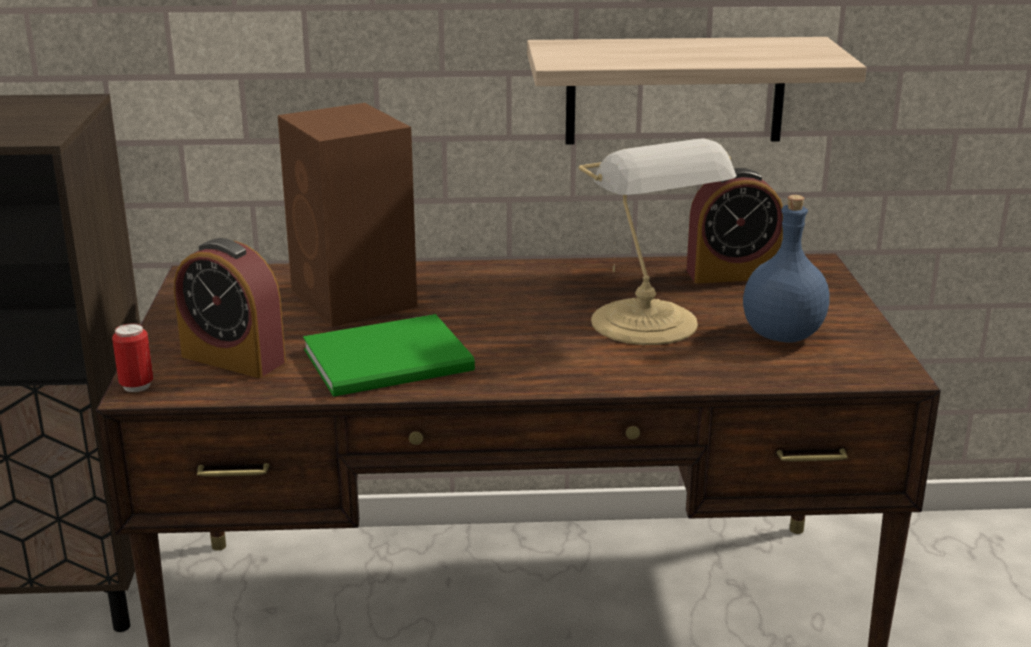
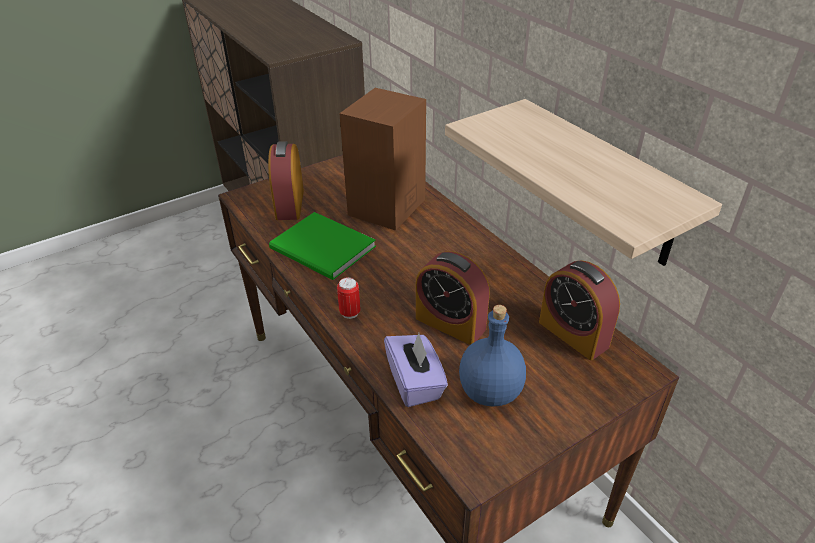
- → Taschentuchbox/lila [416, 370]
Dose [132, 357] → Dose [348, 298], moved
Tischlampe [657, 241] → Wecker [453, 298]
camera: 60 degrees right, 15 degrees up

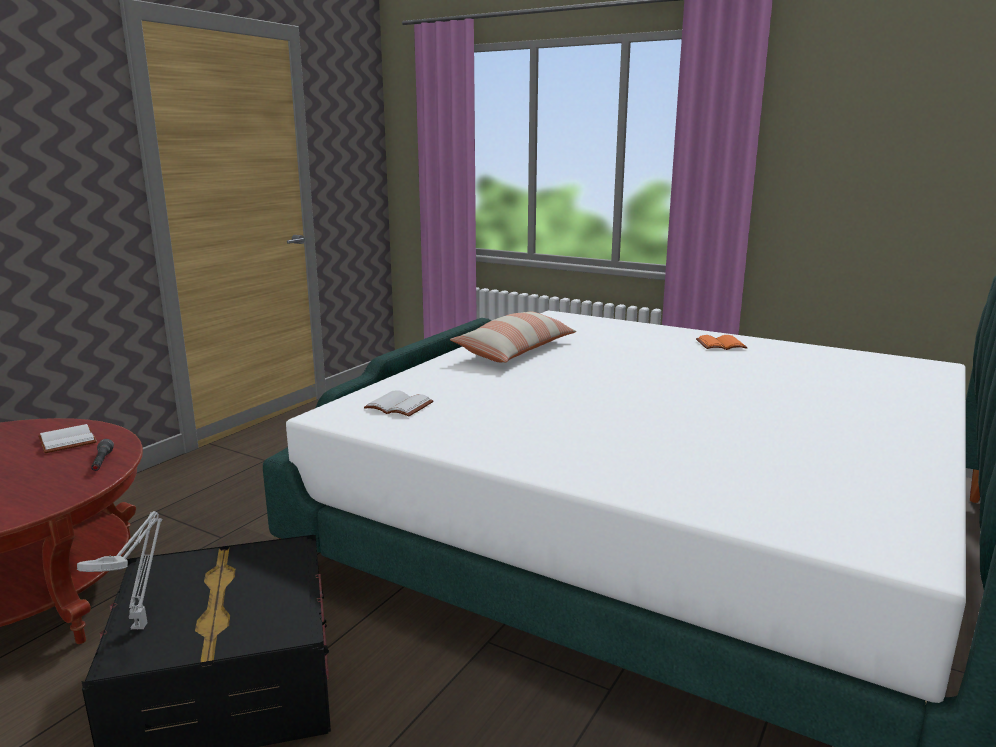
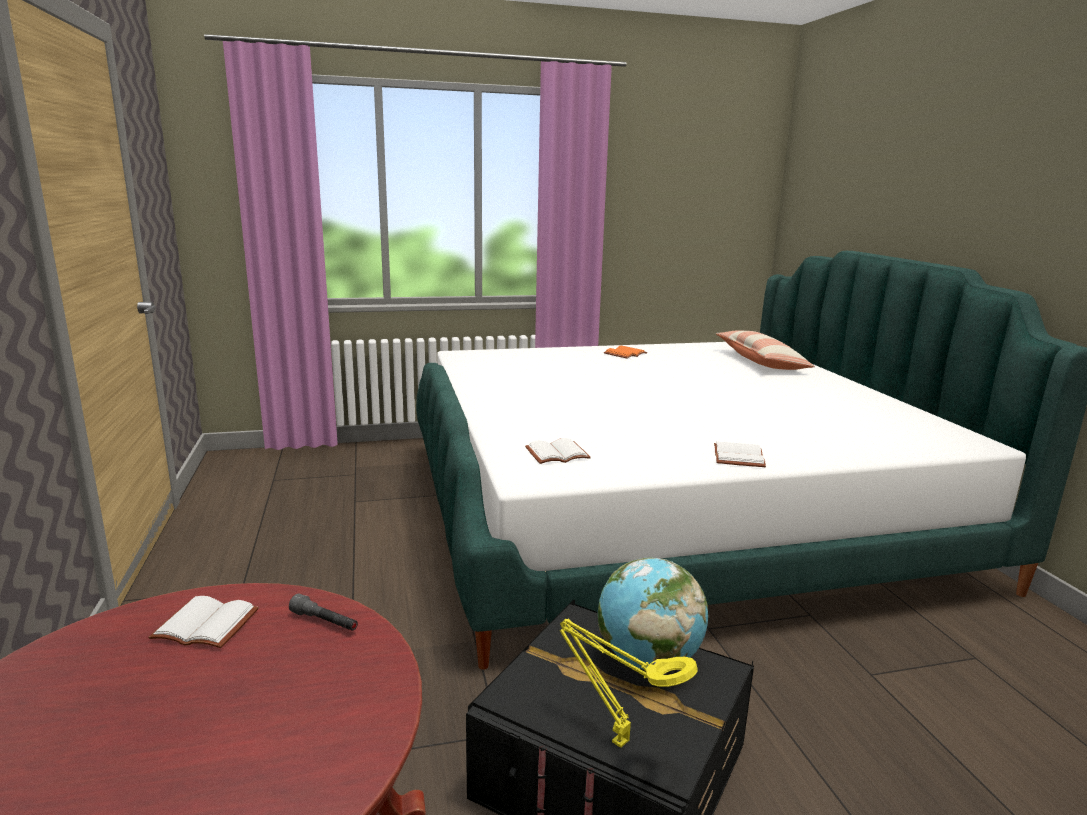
- → Globus [652, 613]
- → Buch/weiß [740, 454]
Kissen [513, 337] → Kissen [765, 350], moved
Tischlampe/grau [120, 570] → Tischlampe/gelb [629, 683]
camera: 45 degrees left, 0 degrees up

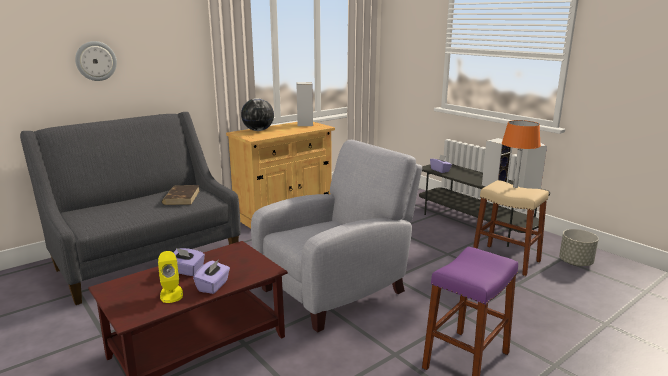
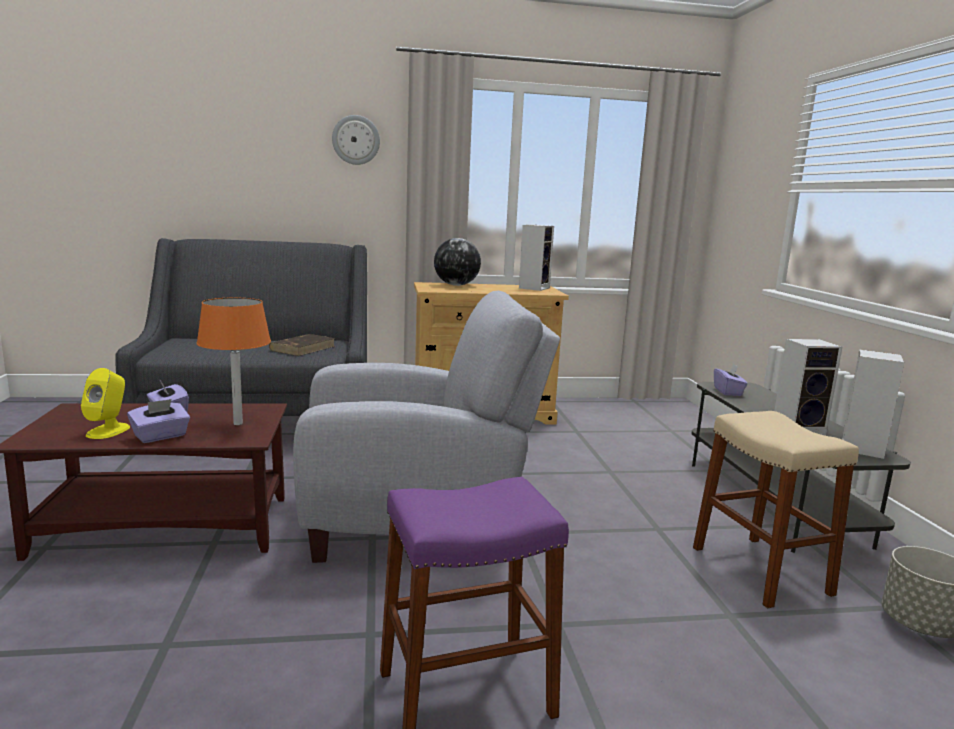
Wanduhr [96, 61] → Wanduhr [356, 140], moved
Tischlampe/orange [521, 154] → Tischlampe/orange [234, 361], moved
camera: 30 degrees right, 5 degrees down

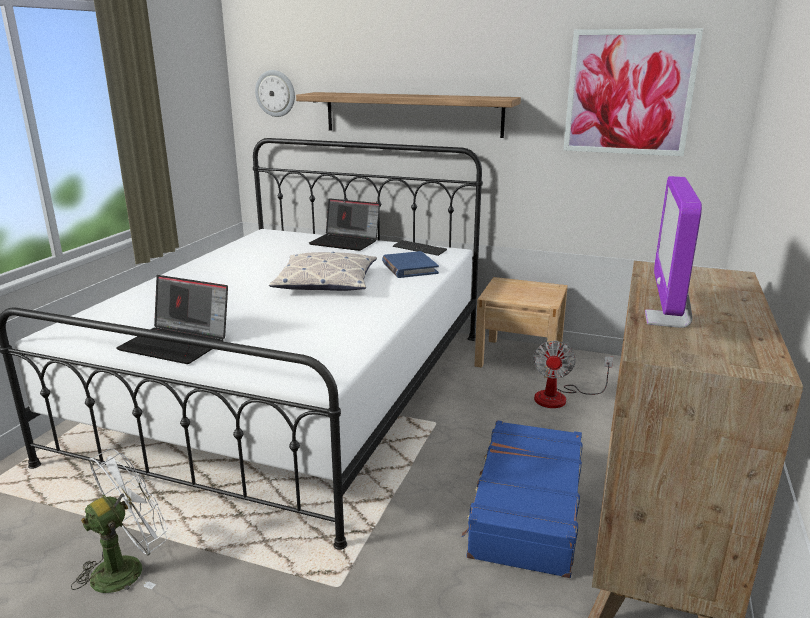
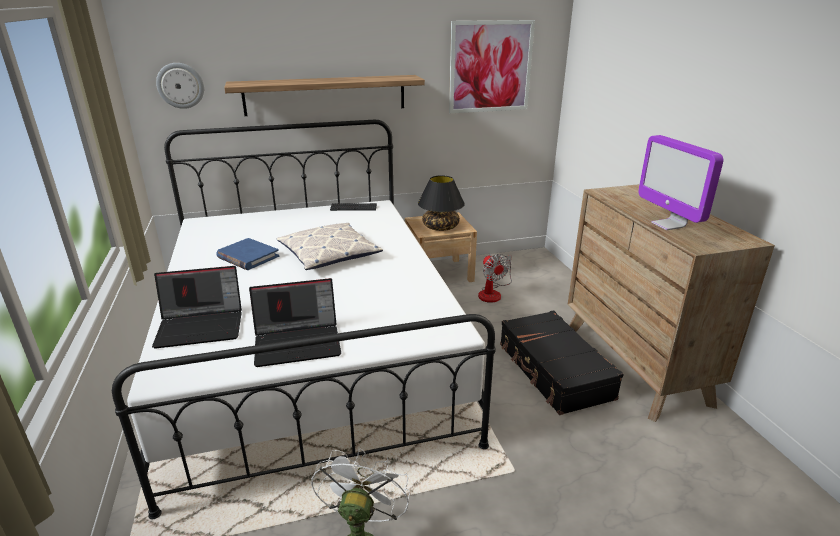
- → Tischlampe/schwarz [441, 203]
Laptop [344, 224] → Laptop [197, 307], moved
Buch/blau [410, 264] → Buch/blau [247, 254], moved
Koffer/blau [522, 499] → Koffer/schwarz [562, 362]
camera: 35 degrees left, 5 degrees up

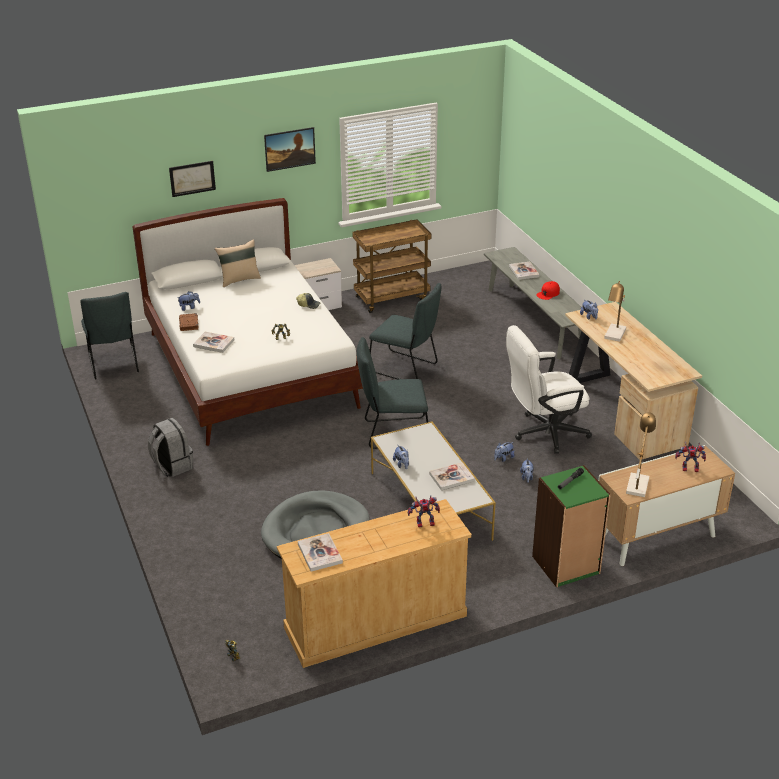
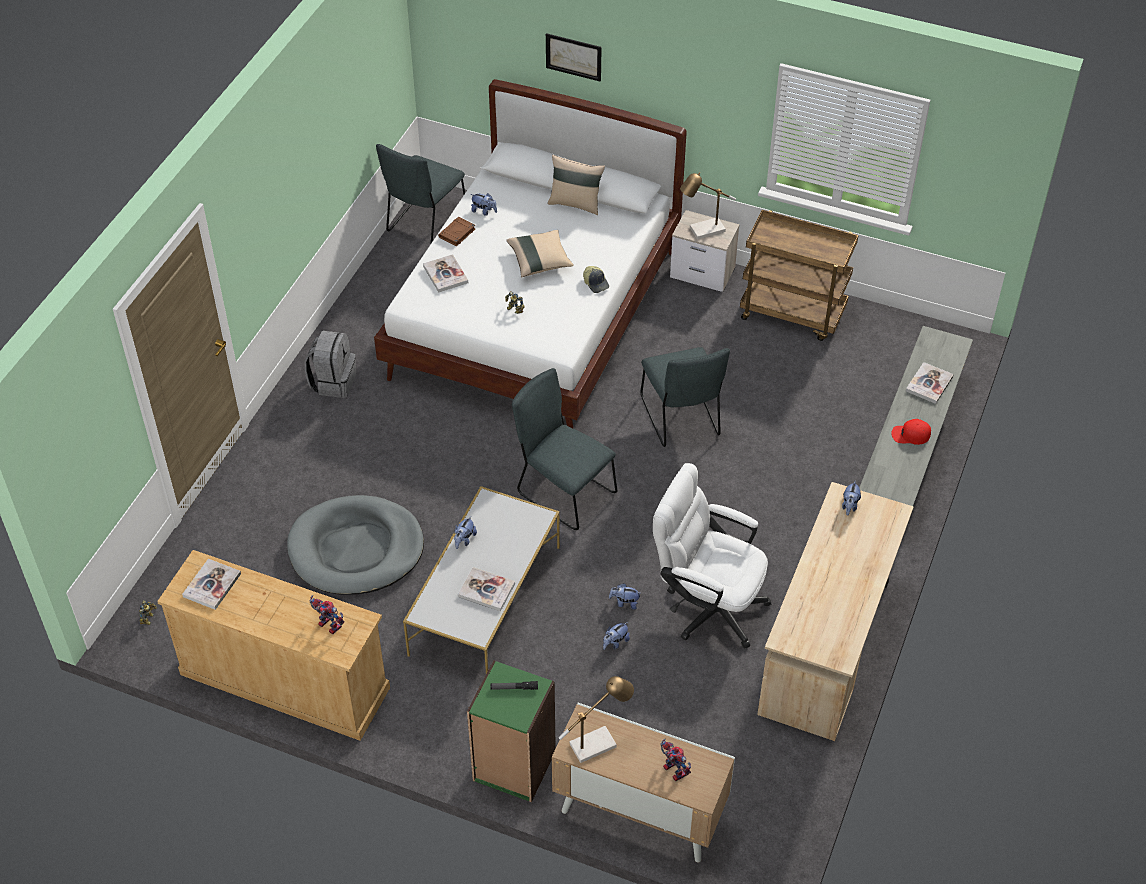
Bild [290, 149] → -
- → Kissen/beige [540, 253]
Tischlampe [615, 311] → Tischlampe [708, 205], moved
camera: 45 degrees right, 15 degrees up

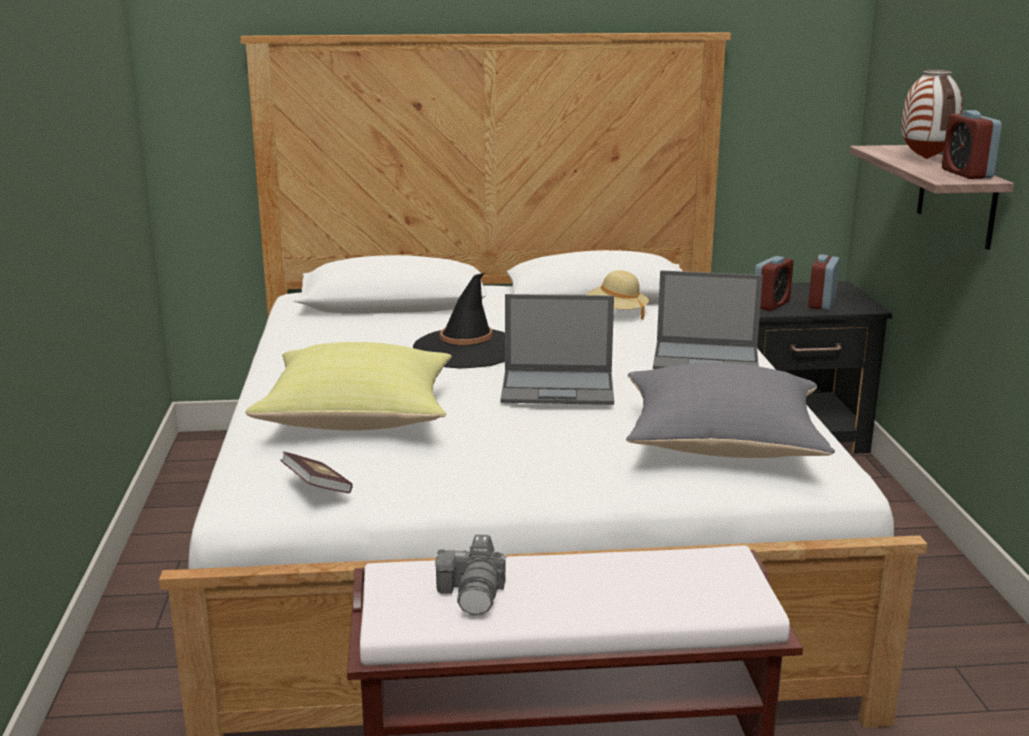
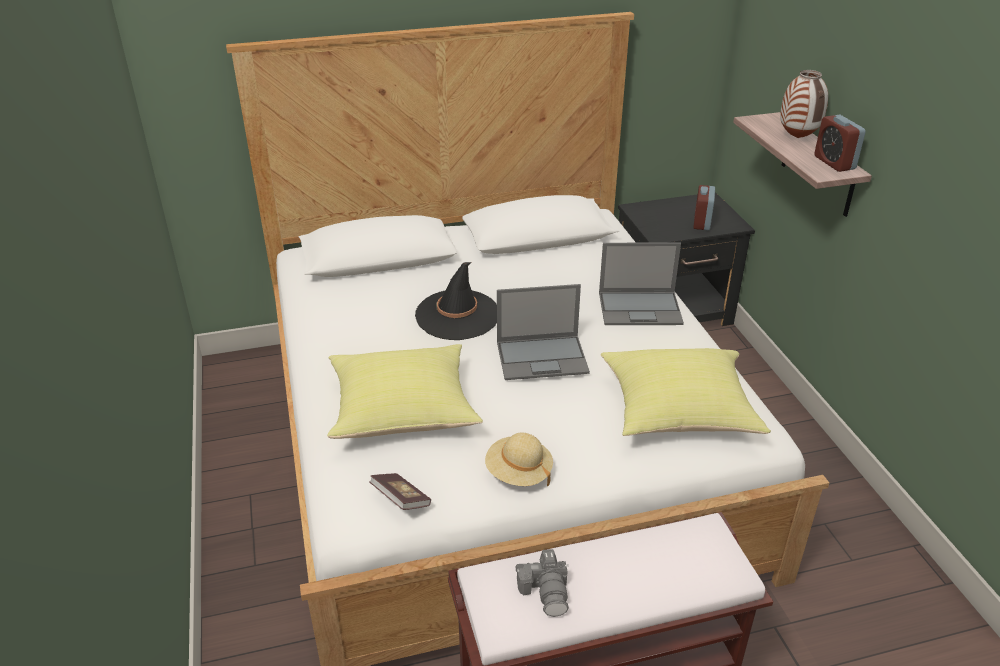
Wecker [774, 283] → -
Hut/beige [617, 295] → Hut/beige [519, 459], moved
Kissen/grau [730, 410] → Kissen/gelb [686, 392]
camera: 10 degrees left, 15 degrees up

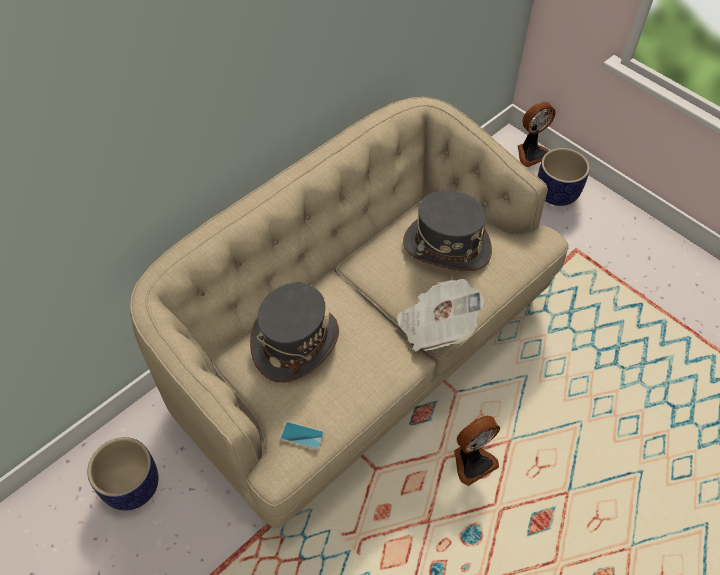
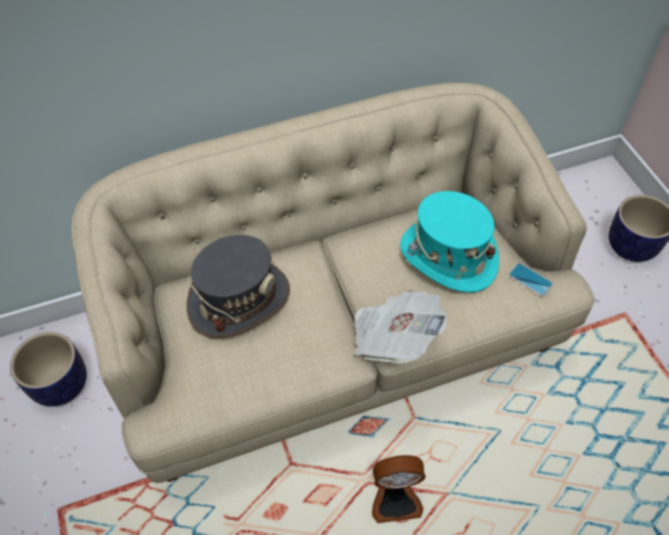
Ventilator [537, 134] → -
Handy [302, 436] → Handy [530, 279], moved
Hut/grau [447, 231] → Hut/türkis [449, 242]
camera: 25 degrees right, 0 degrees up

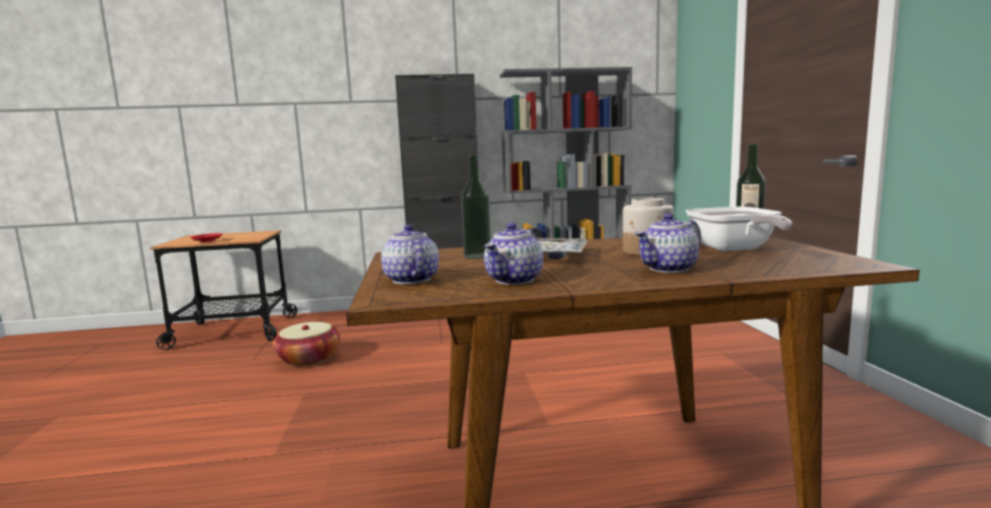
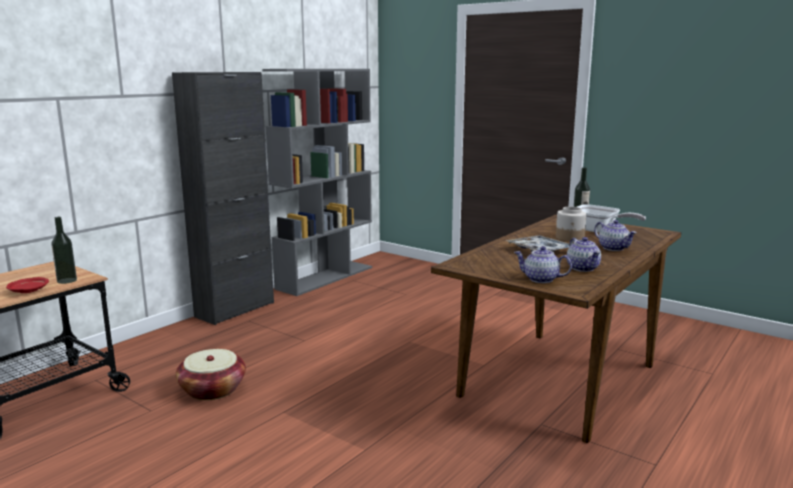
Flasche [476, 207] → Flasche [64, 250], moved
Teekanne [667, 243] → Teekanne [615, 235], 45 degrees counterclockwise
camera: 45 degrees left, 5 degrees up

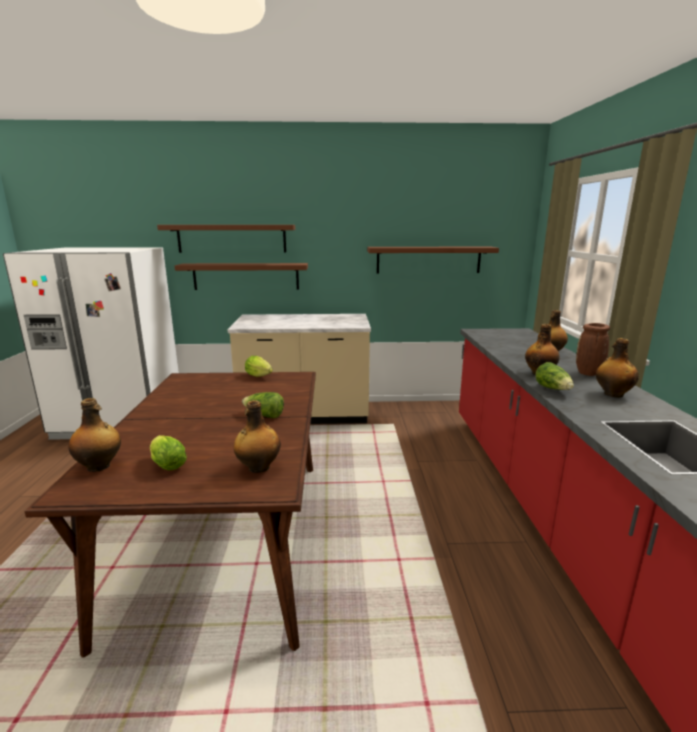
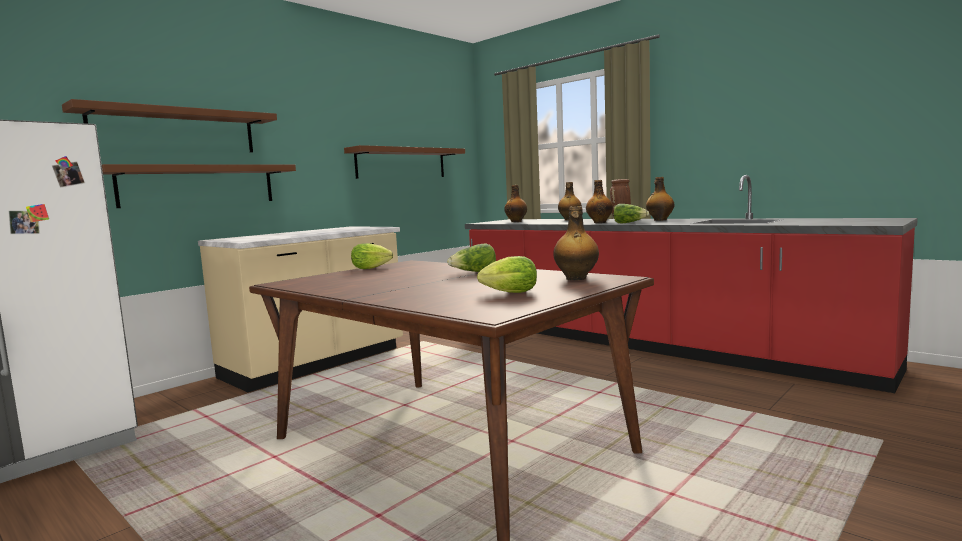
Flasche [94, 435] → Flasche [515, 203], moved
camera: 45 degrees left, 10 degrees down

